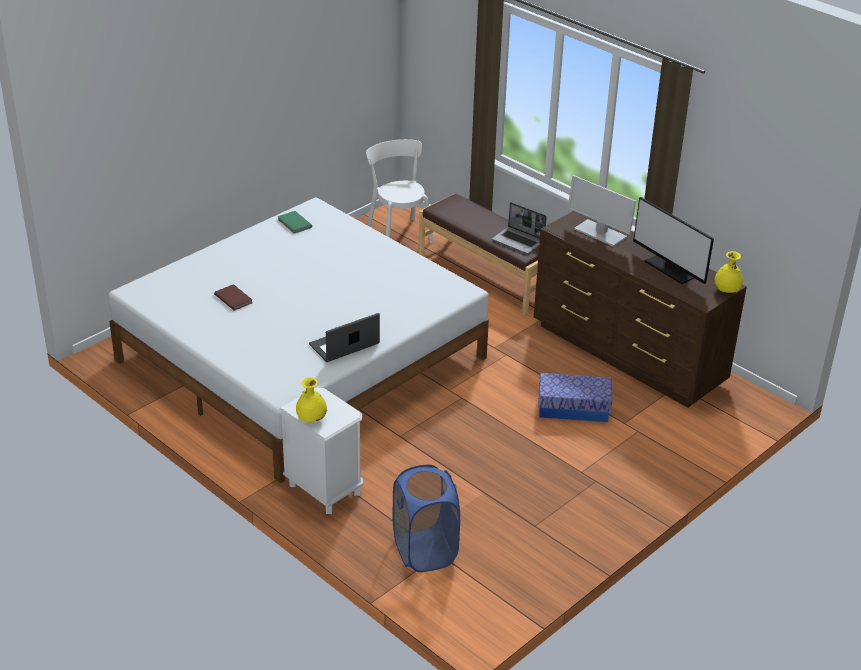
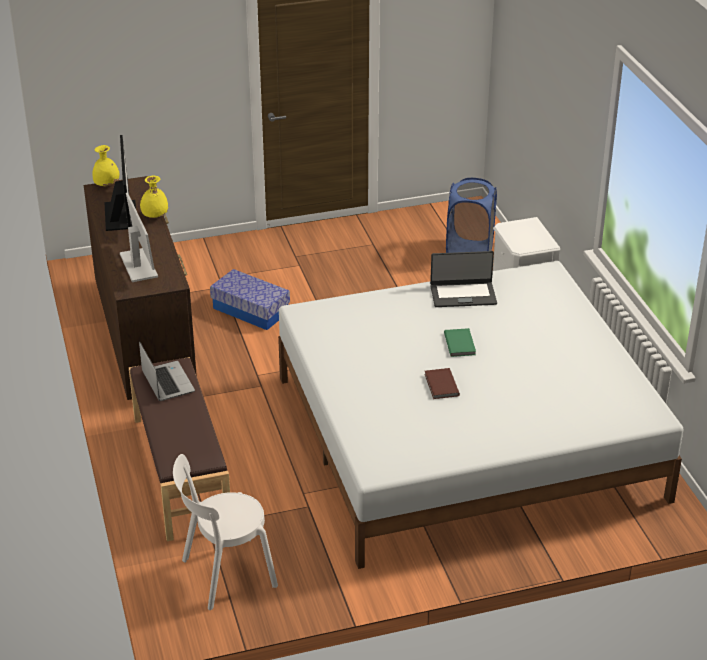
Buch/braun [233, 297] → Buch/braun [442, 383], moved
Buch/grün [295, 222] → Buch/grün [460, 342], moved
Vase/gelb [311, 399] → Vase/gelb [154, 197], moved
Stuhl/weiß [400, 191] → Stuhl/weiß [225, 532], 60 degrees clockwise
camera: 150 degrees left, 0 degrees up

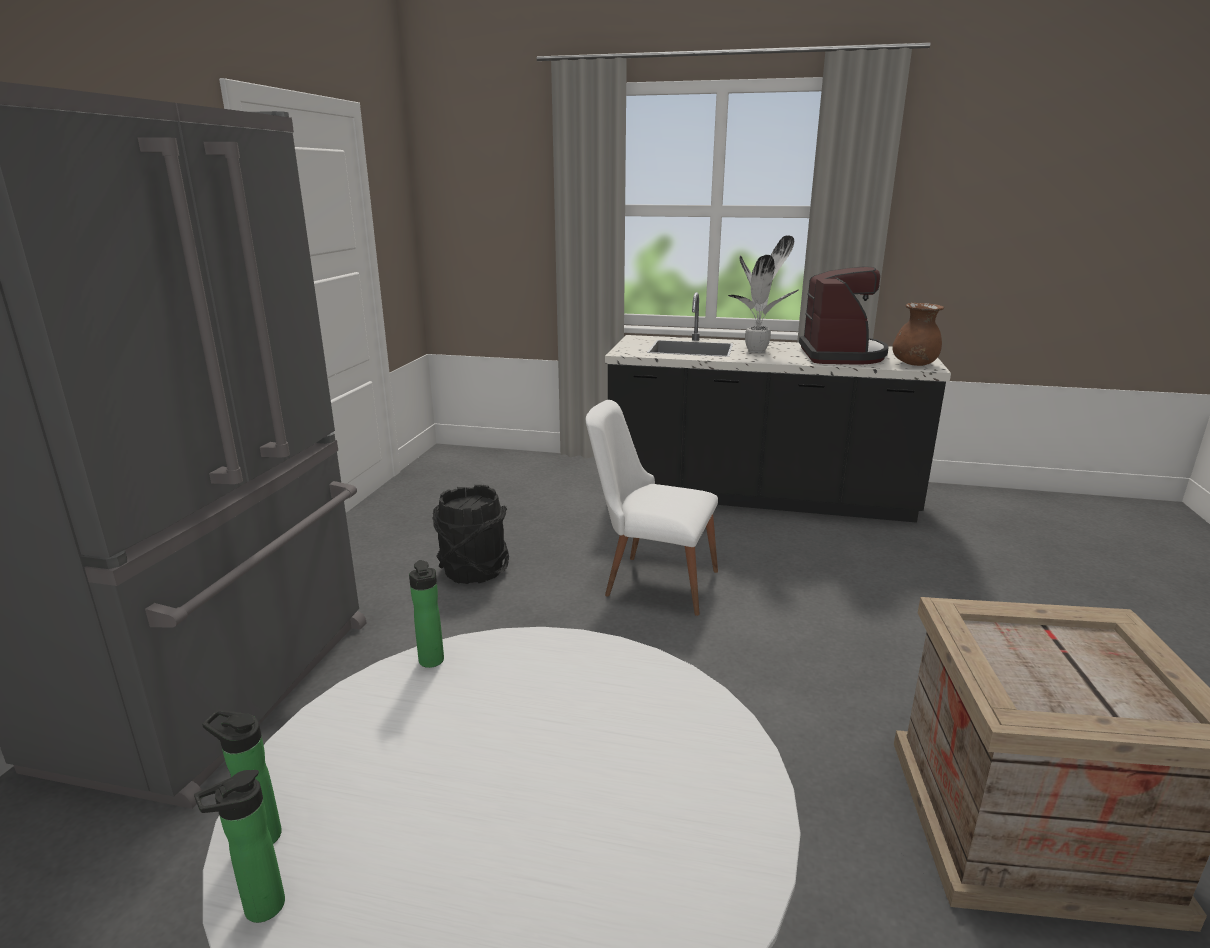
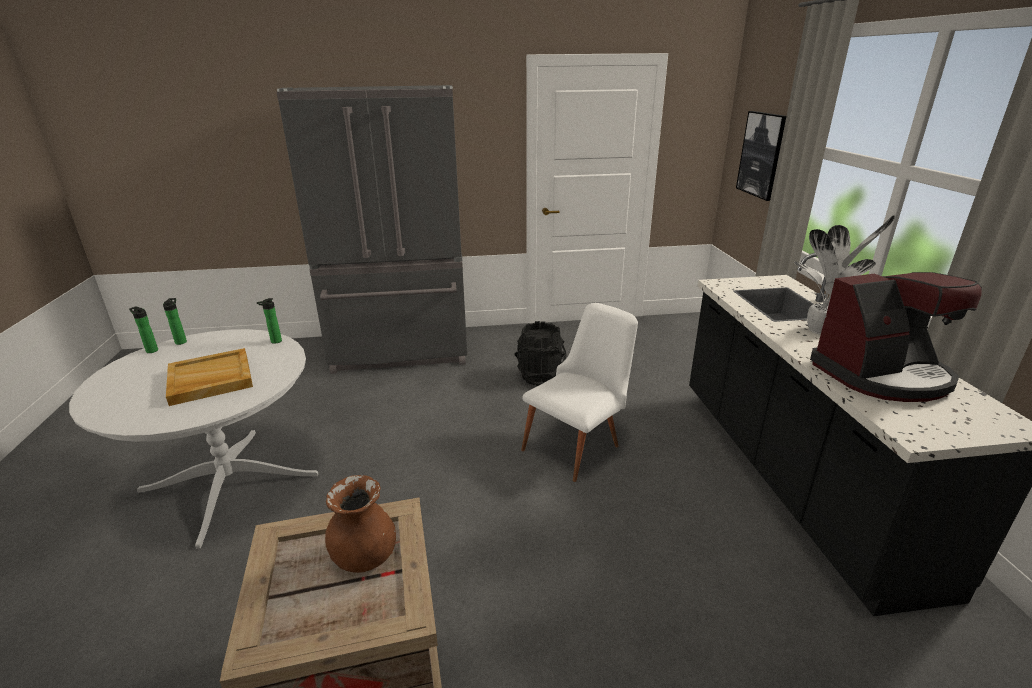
- → Tablett/beige [209, 377]
- → Bild [761, 156]
Vase/braun [918, 334] → Vase/braun [360, 524], moved
Stuhl/weiß [652, 508] → Stuhl/weiß [579, 392], 45 degrees clockwise
camera: 70 degrees right, 5 degrees up

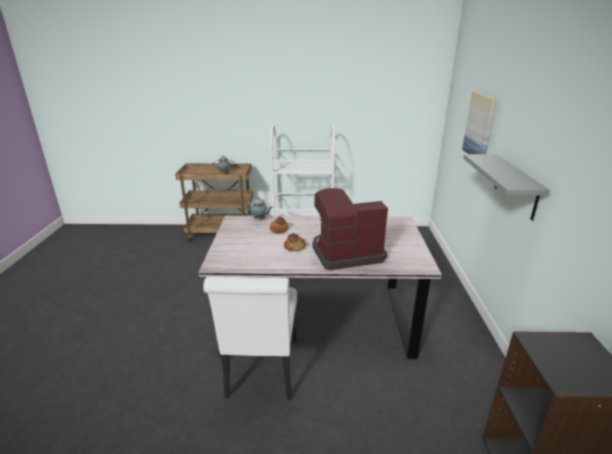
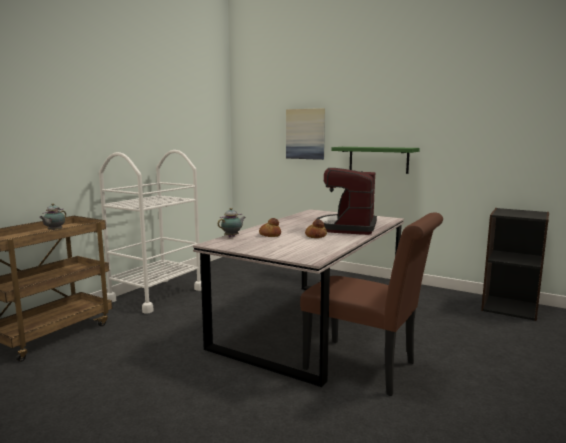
Stuhl/weiß [250, 338] → Stuhl/braun [371, 304]
Wandregal/grau [506, 187] → Wandregal/grün [375, 160]
camera: 60 degrees left, 15 degrees down

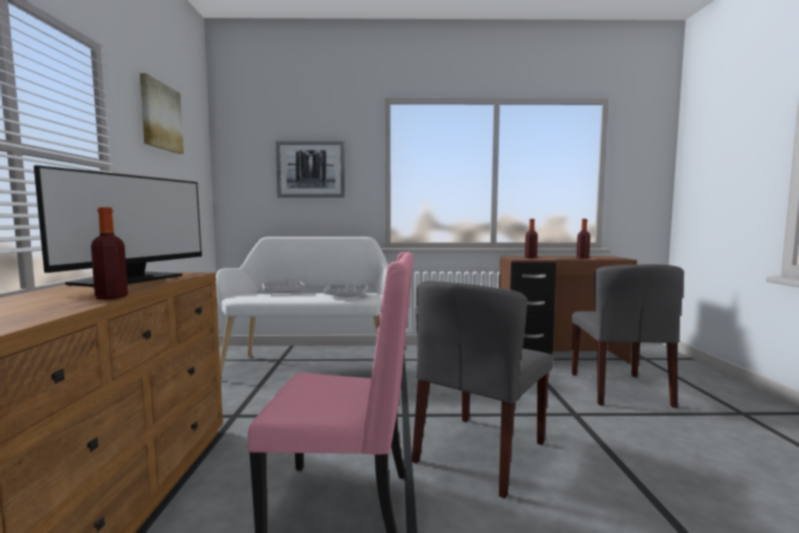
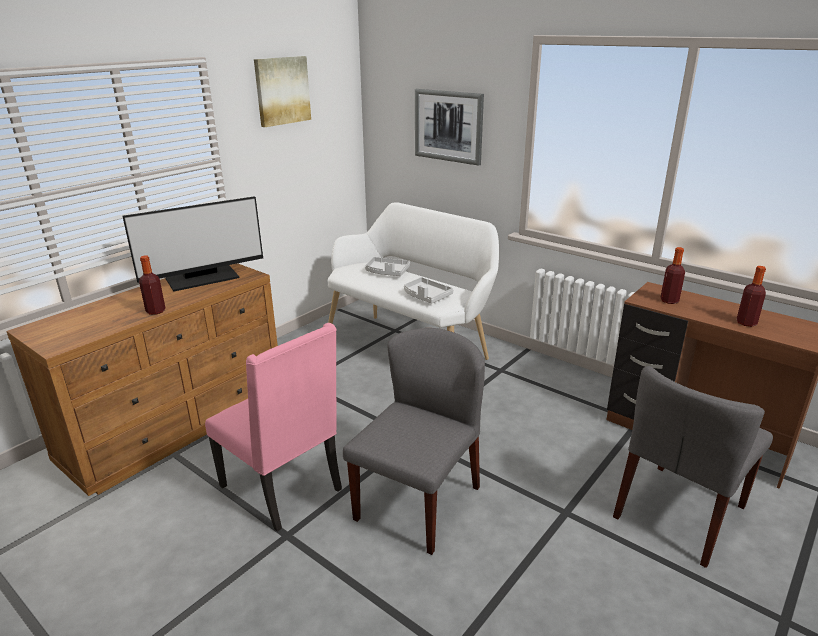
Stuhl/grau [482, 389] → Stuhl/grau [414, 441], 135 degrees clockwise
camera: 40 degrees right, 20 degrees up

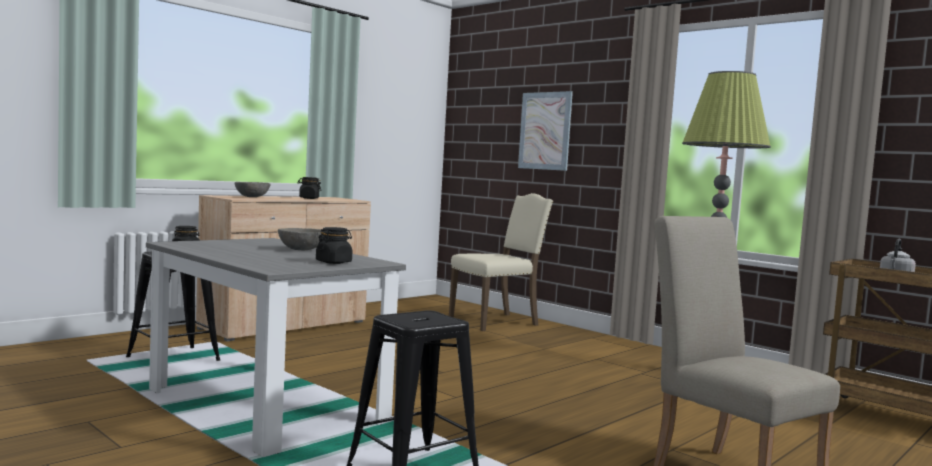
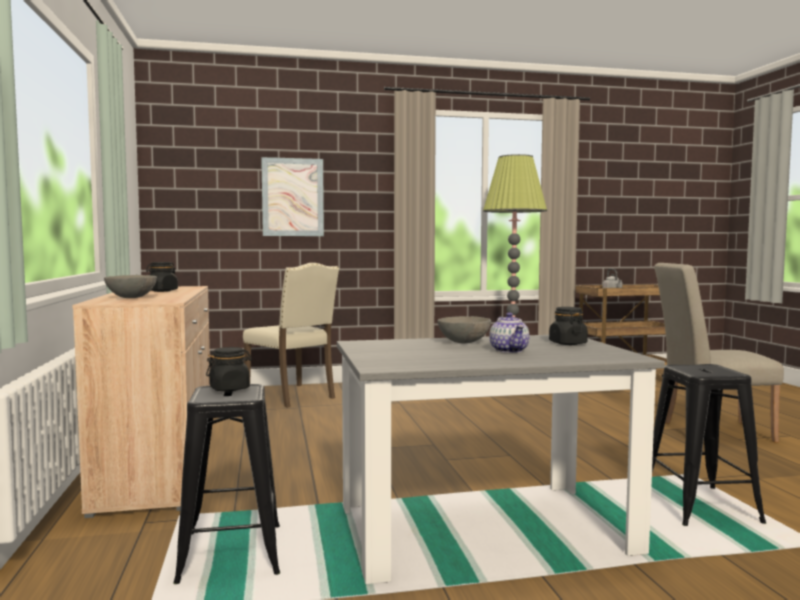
- → Teekanne [509, 332]
Stuhl/beige [501, 262] → Stuhl/beige [291, 335], 135 degrees clockwise
camera: 55 degrees left, 0 degrees up

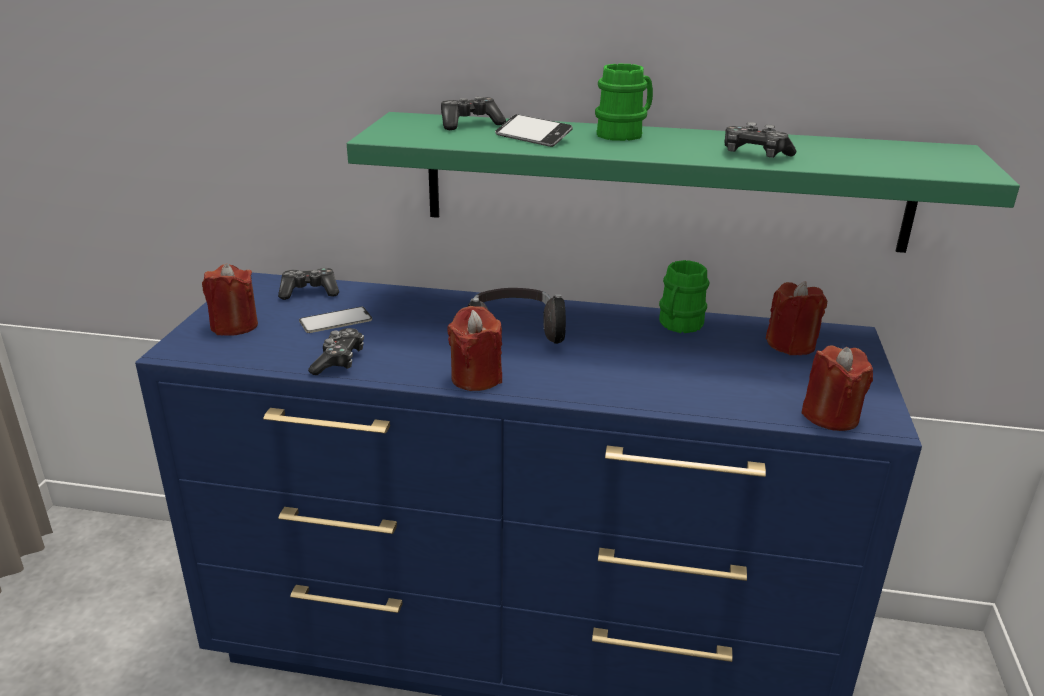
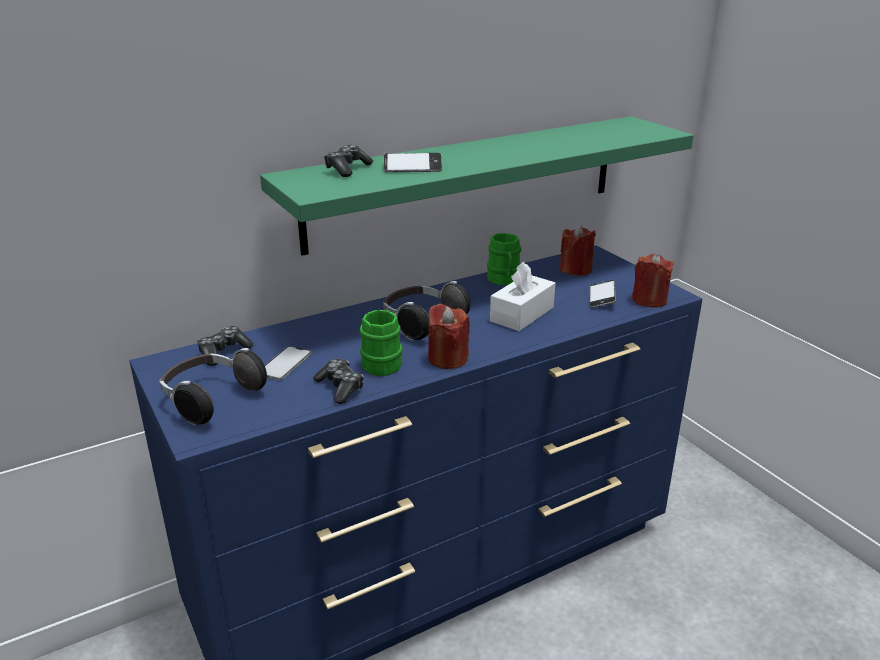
Gamepad [760, 140] → -
- → Taschentuchbox/weiß [522, 296]
- → Handy [603, 294]
Henkelbecher/grün [624, 102] → Henkelbecher/grün [381, 343], moved
Kerze/rot [230, 299] → Kopfhörer [213, 386]
camera: 40 degrees left, 0 degrees up

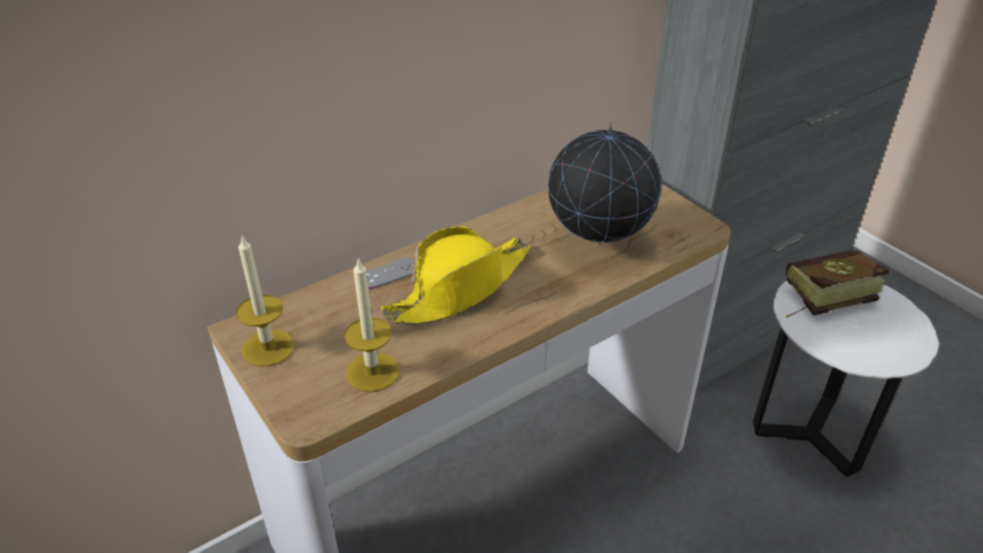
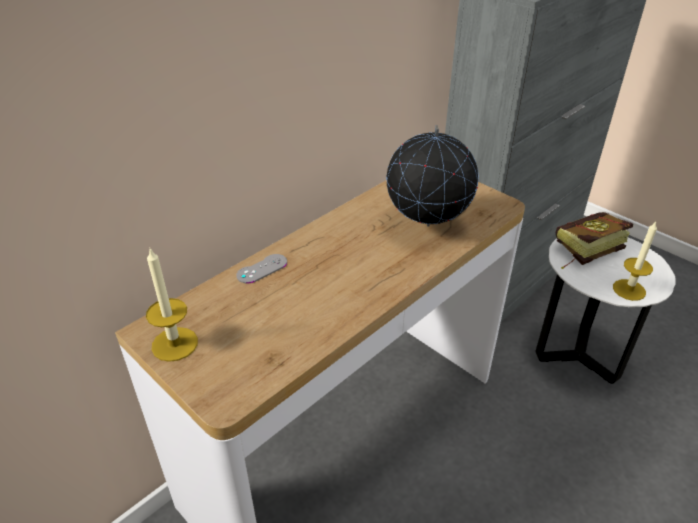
Hut/gelb [455, 275] → -
Kerze [372, 325] → Kerze [635, 261], moved
camera: 10 degrees left, 0 degrees up

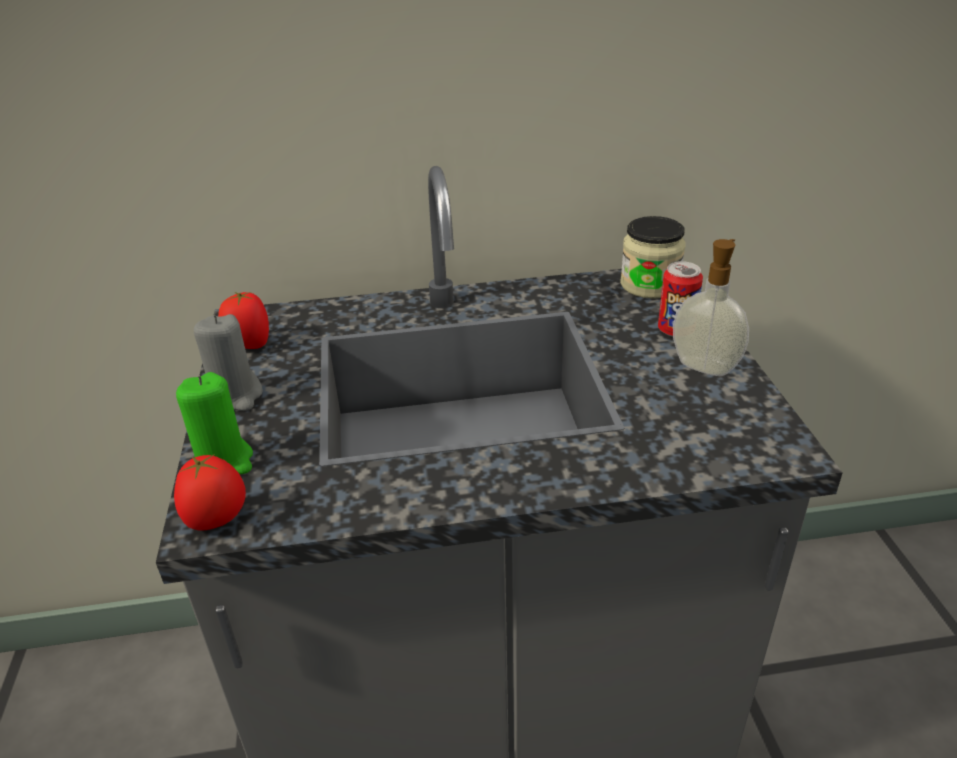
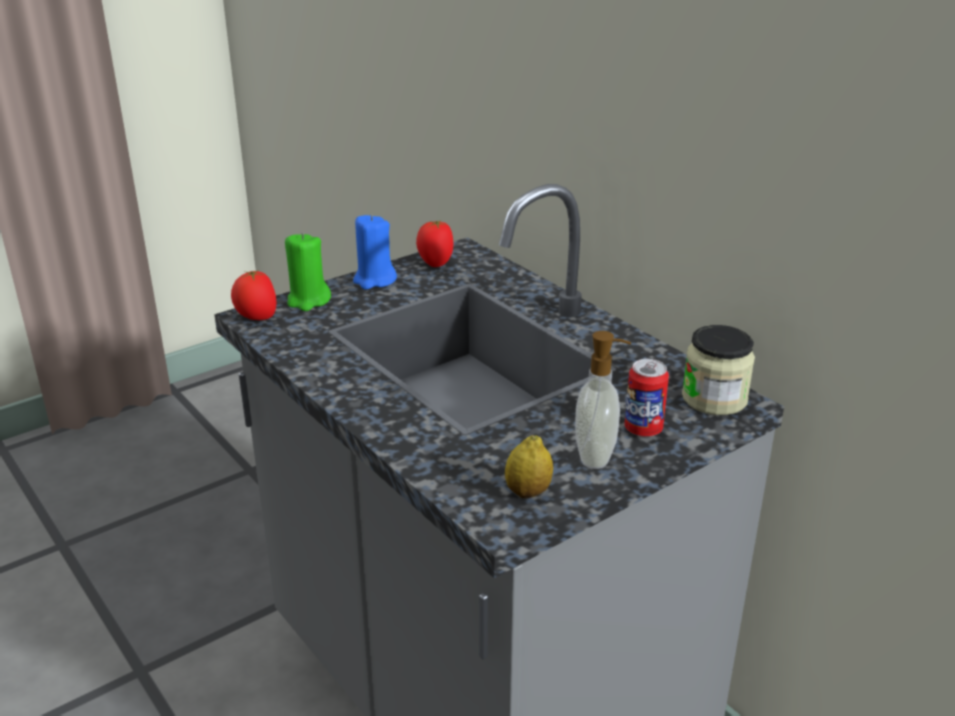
- → Zitrone [529, 466]
Kerze/grau [228, 362] → Kerze/blau [375, 252]
camera: 60 degrees right, 5 degrees down

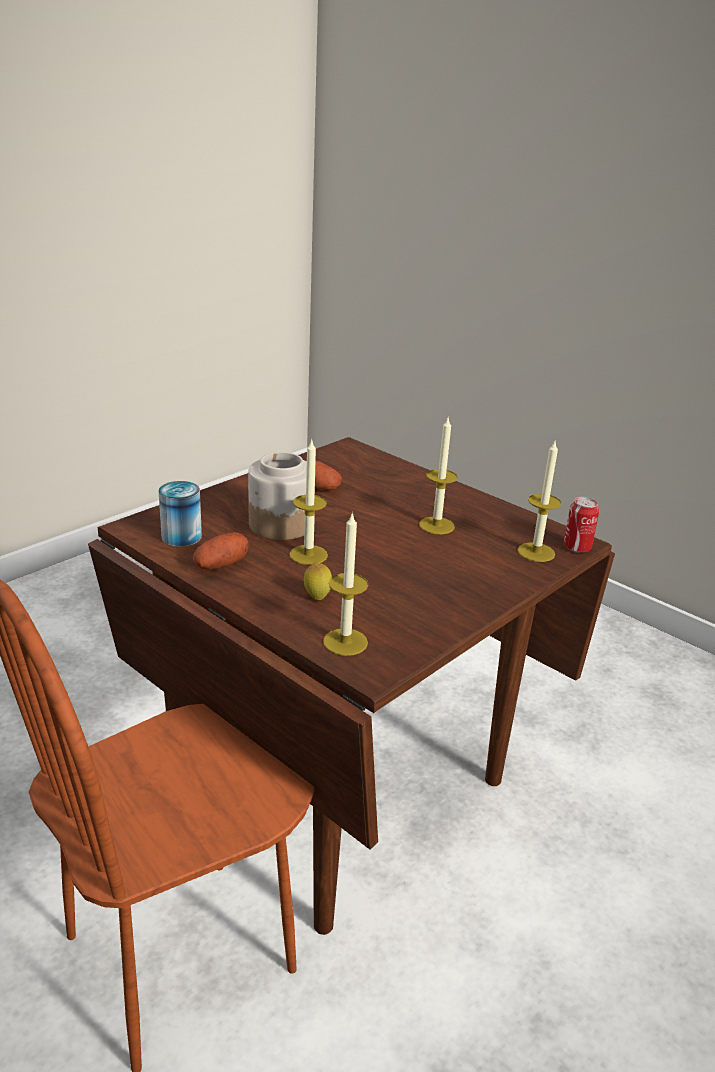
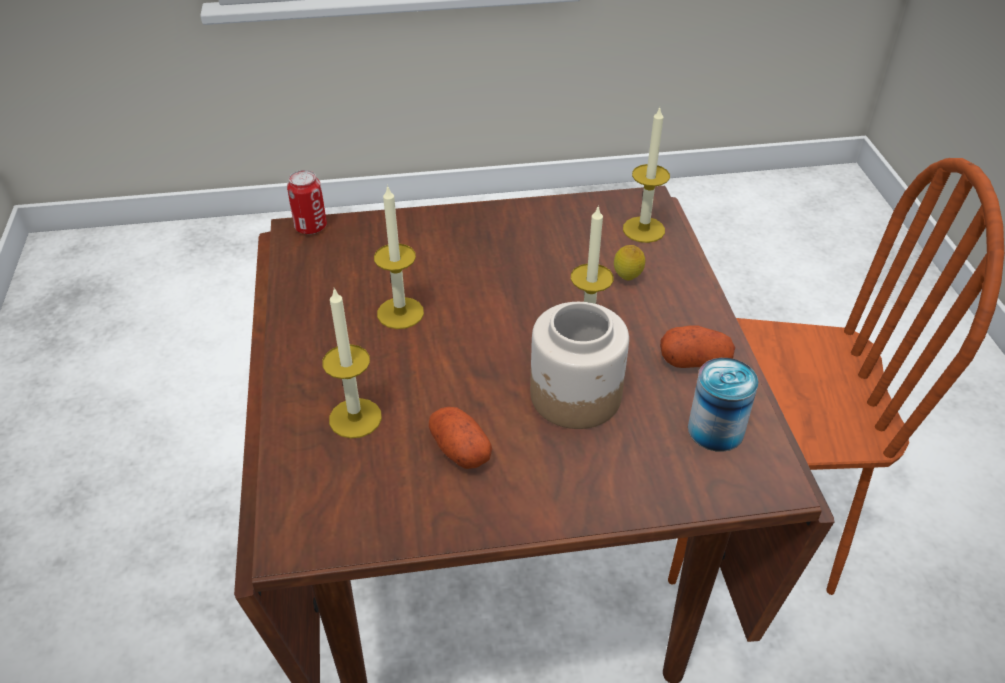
Kerze [539, 500] → Kerze [352, 363], moved
camera: 140 degrees left, 15 degrees up

